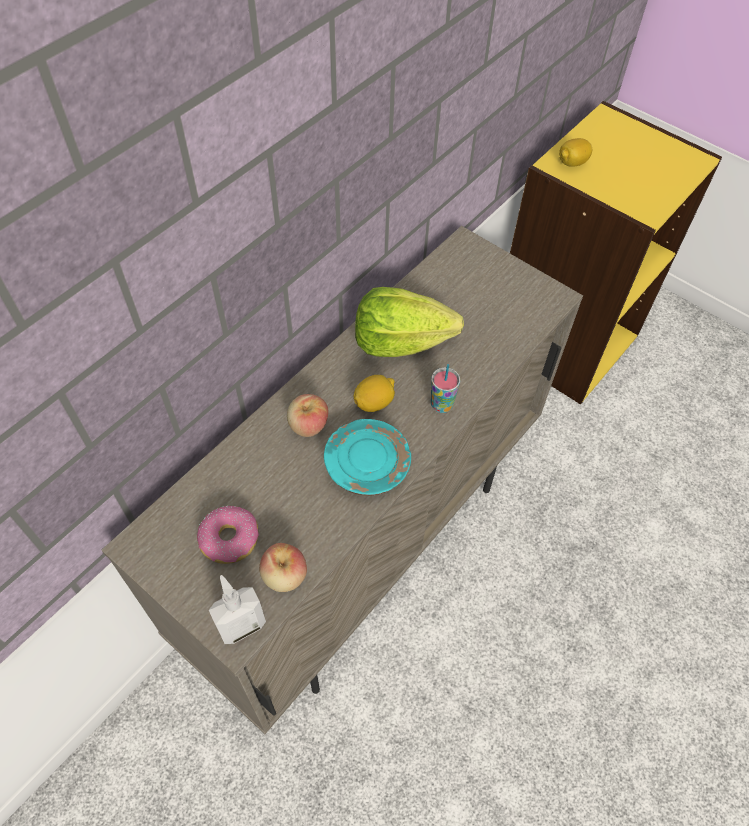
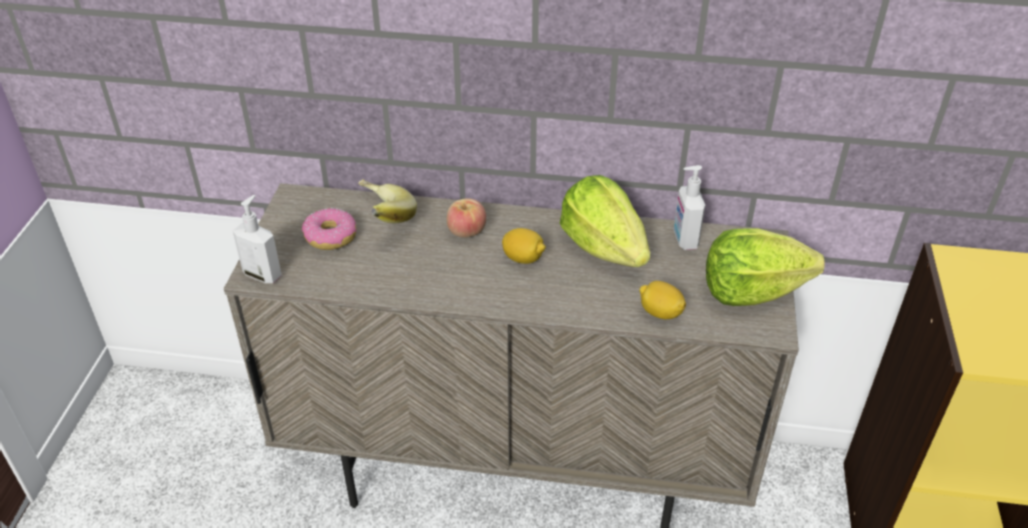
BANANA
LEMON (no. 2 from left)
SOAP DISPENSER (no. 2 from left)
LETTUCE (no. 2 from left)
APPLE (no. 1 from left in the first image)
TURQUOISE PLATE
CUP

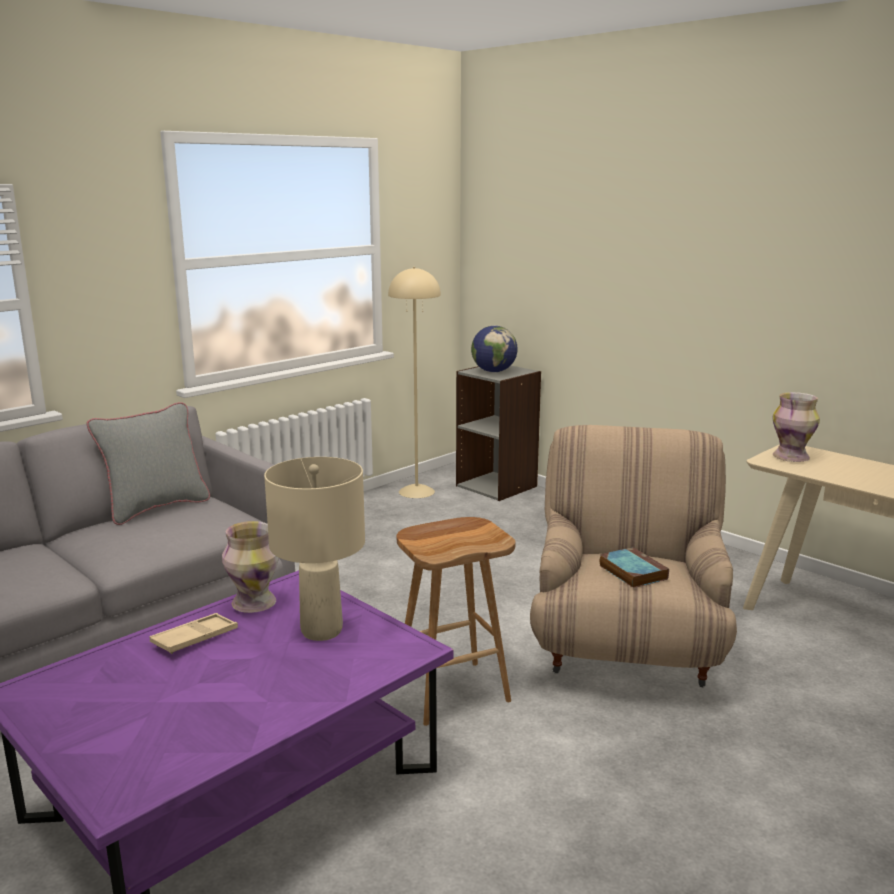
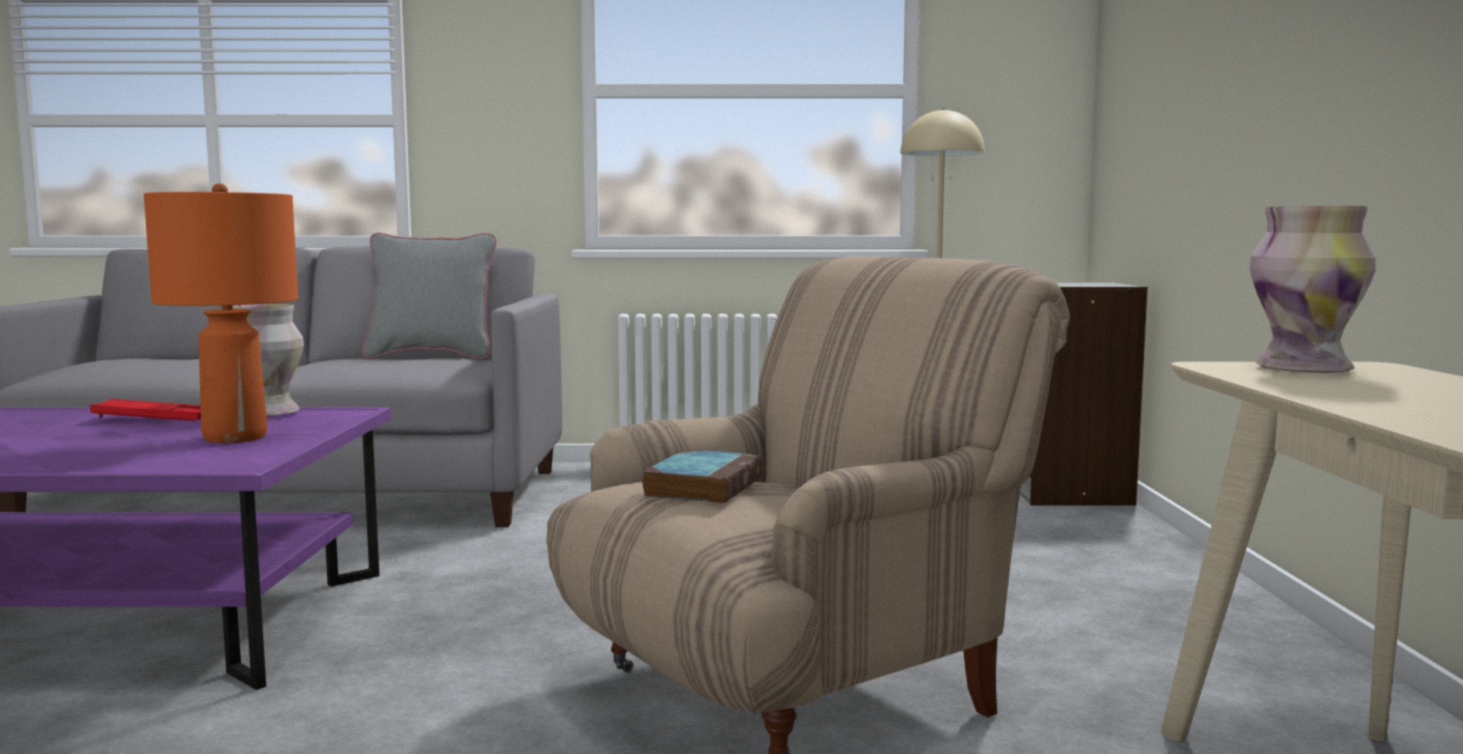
RED TRAY
ORANGE TABLE LAMP
BROWN STOOL
GLOBE

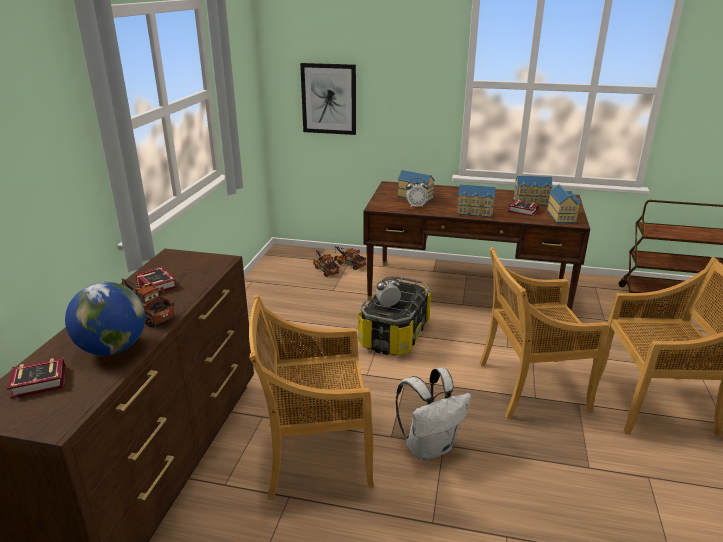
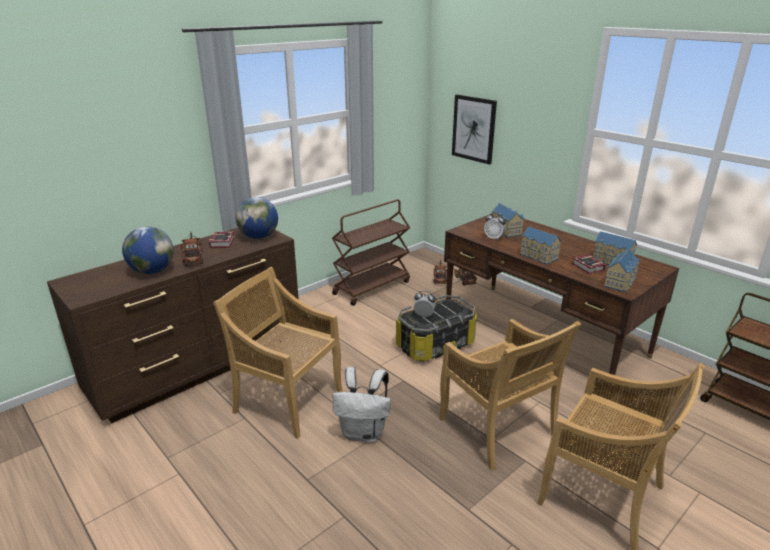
GLOBE (no. 2 from left)
BROWN CART (no. 1 from left)
BEIGE CHAIR (no. 2 from left)
BOOK (no. 1 from left in the first image)

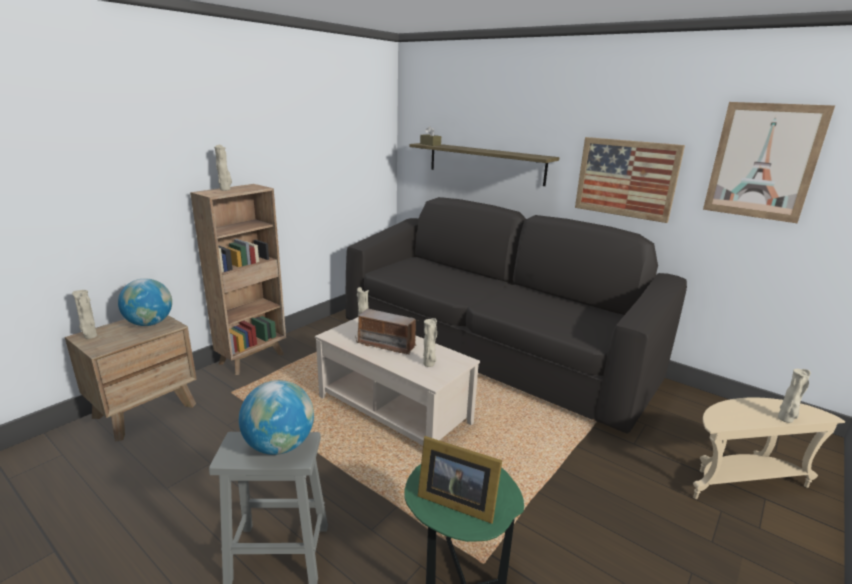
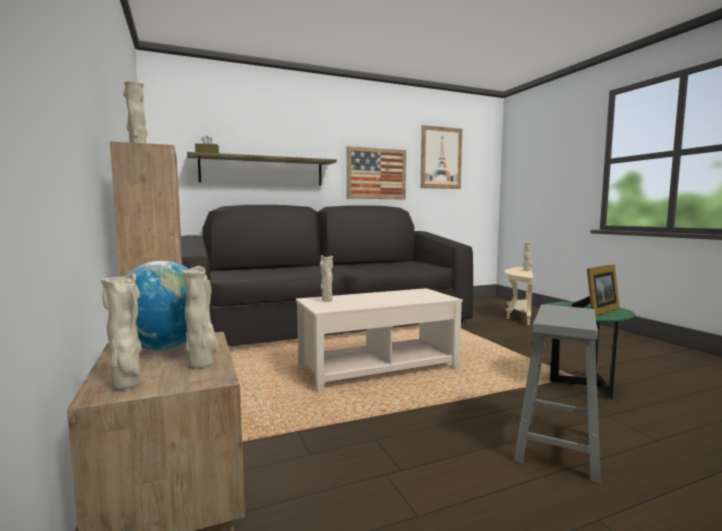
BEIGE VASE (no. 3 from left)
GLOBE (no. 2 from left in the first image)
RADIO

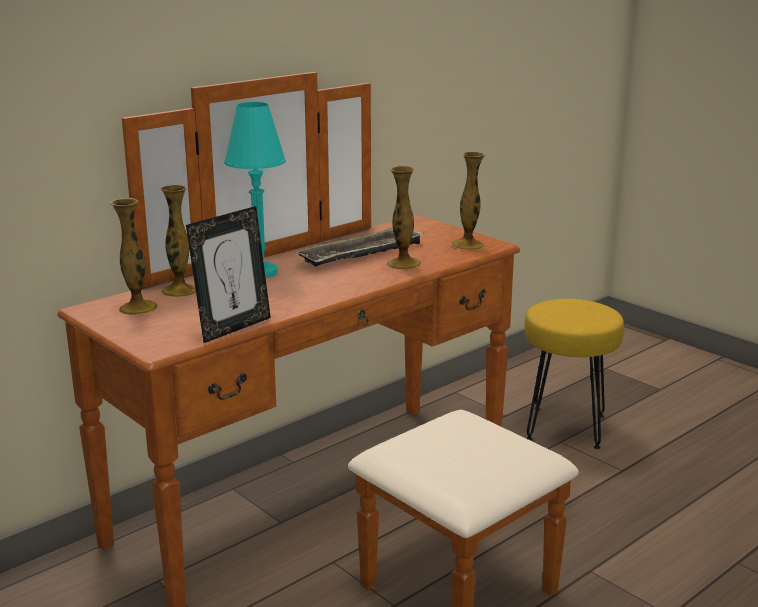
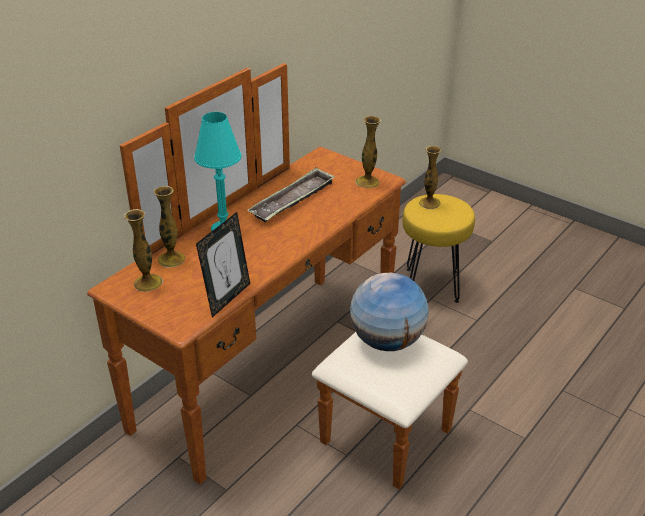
GLOBE
VASE (no. 4 from left)

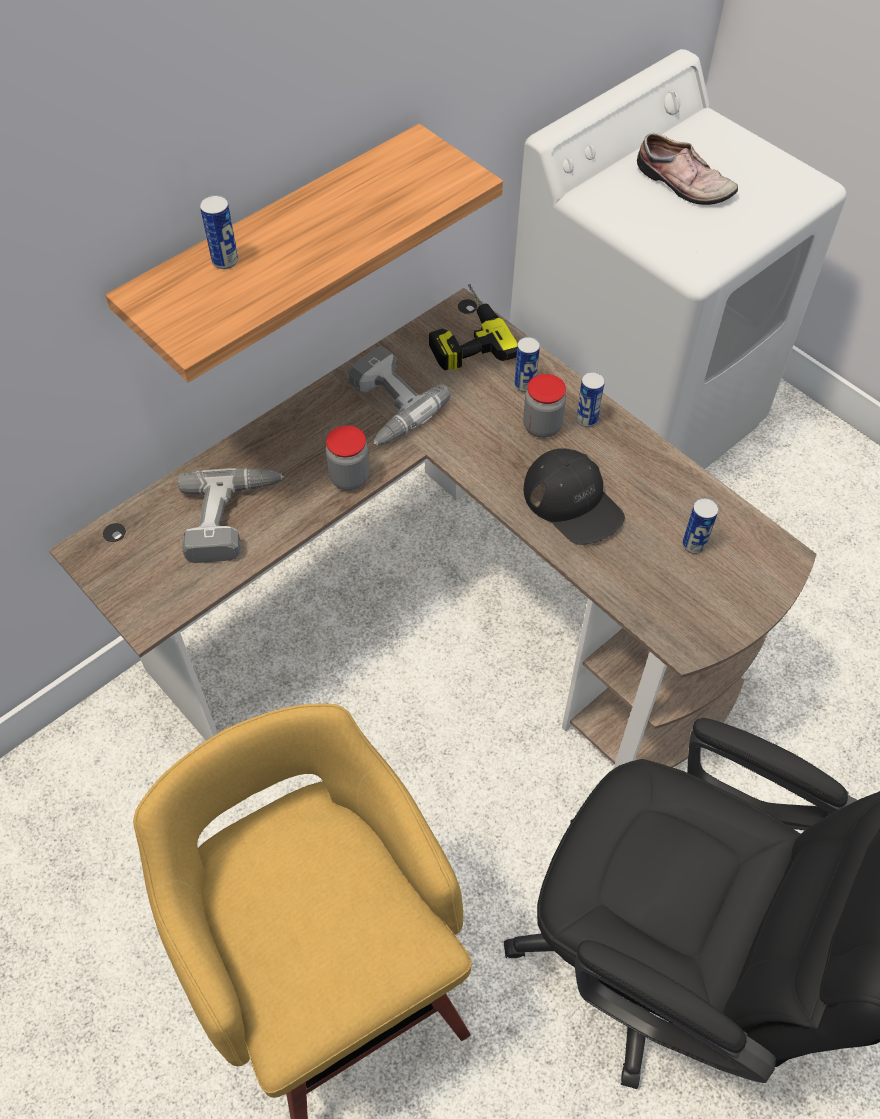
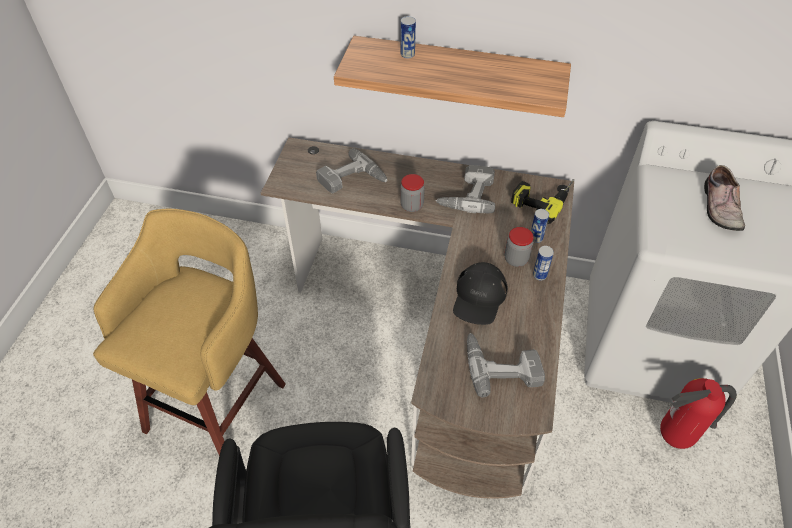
POWER DRILL (no. 3 from left)
FIRE EXTINGUISHER

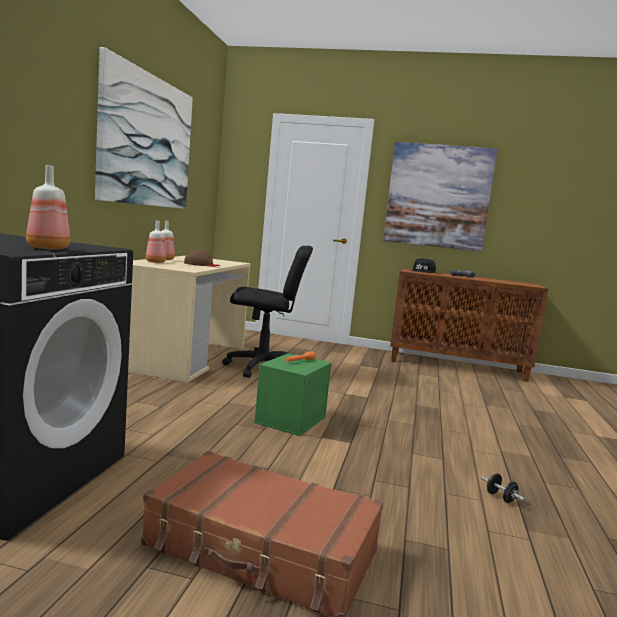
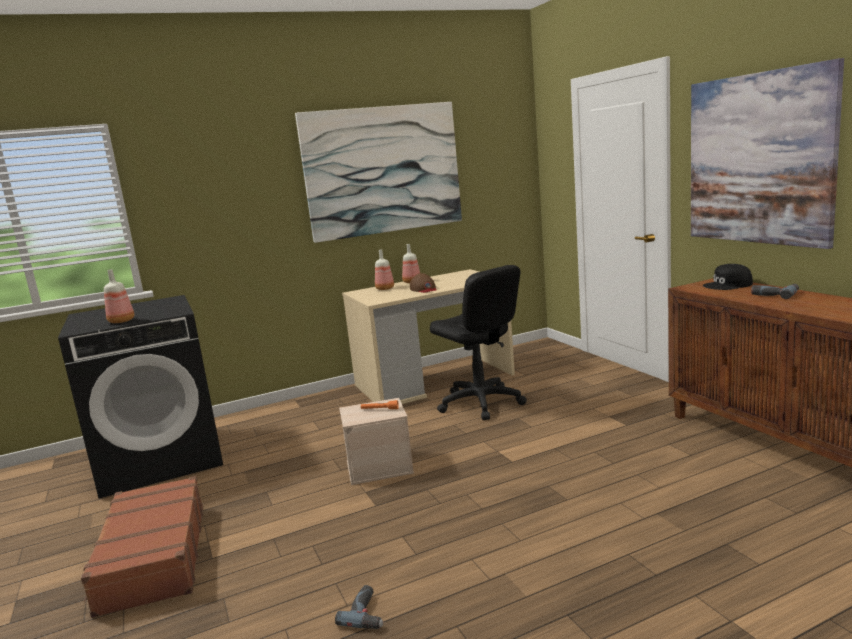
POWER DRILL (no. 1 from left)
BEIGE STORAGE BOX

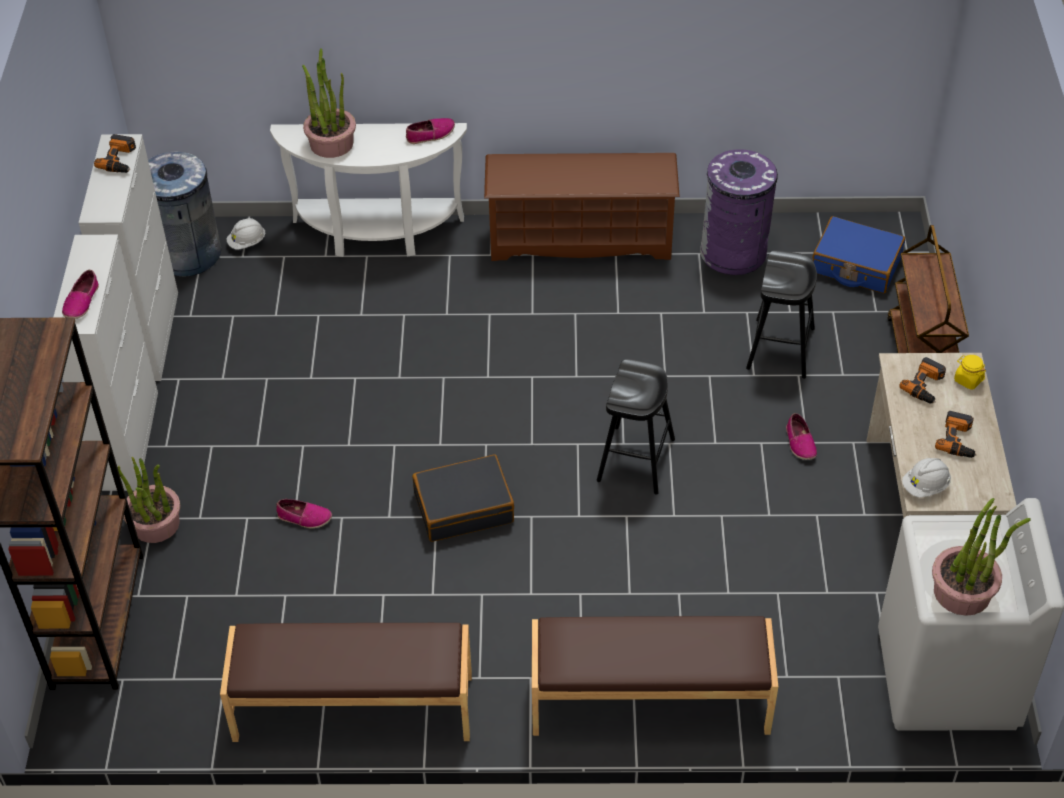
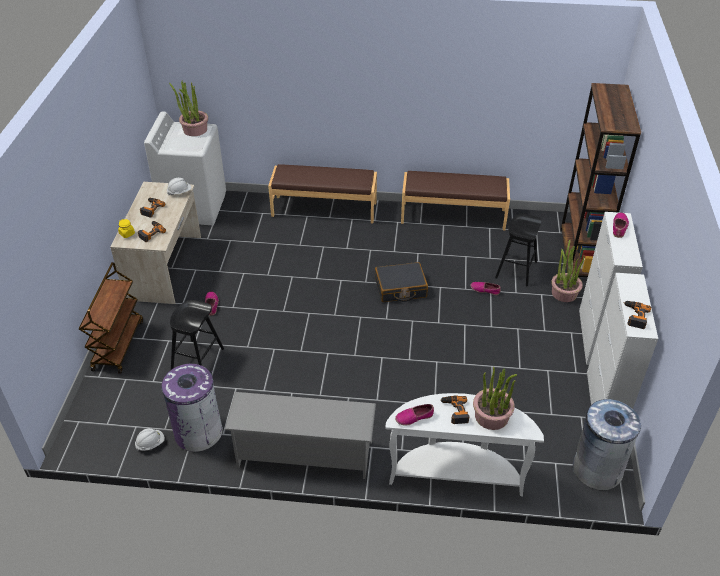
WHITE HARD HAT (no. 1 from left)
GREY SHOE RACK
POWER DRILL (no. 3 from left)
BLACK STOOL (no. 2 from left)
BLUE SUITCASE

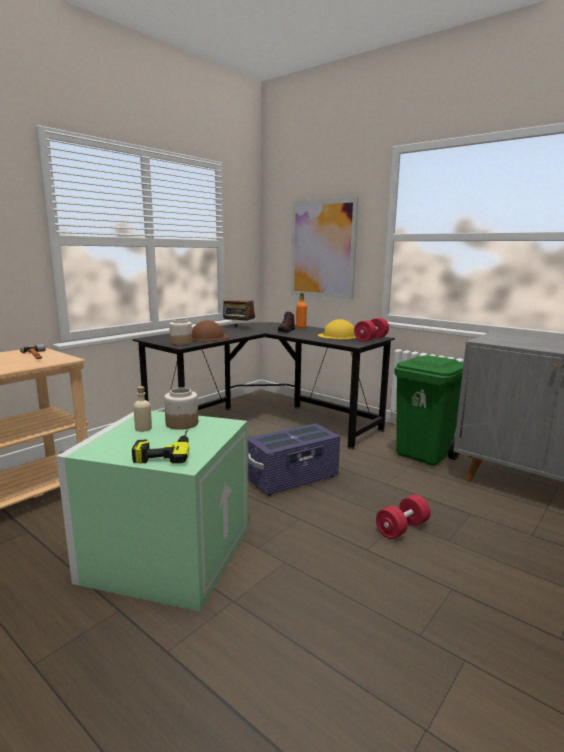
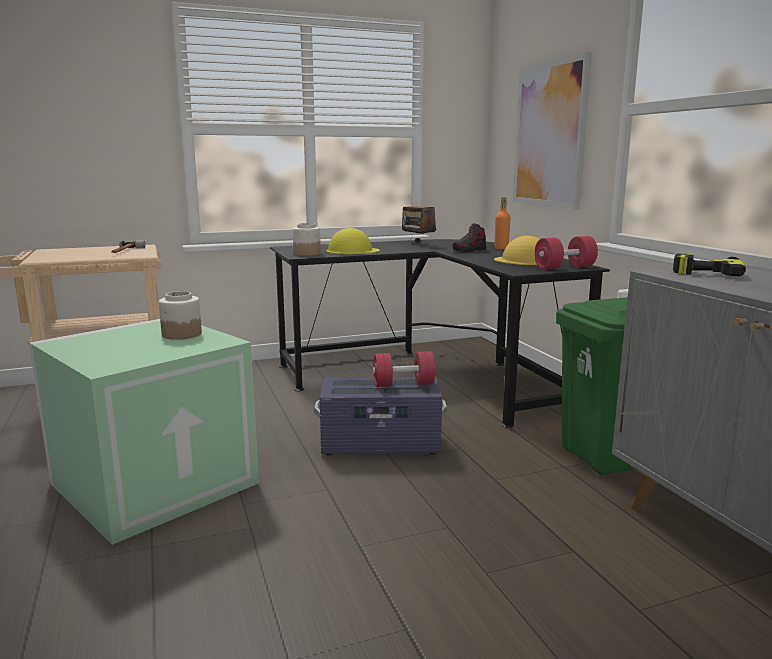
YELLOW HARD HAT (no. 1 from left)
RED DUMBBELL (no. 1 from left)
POWER DRILL
BEIGE BOTTLE

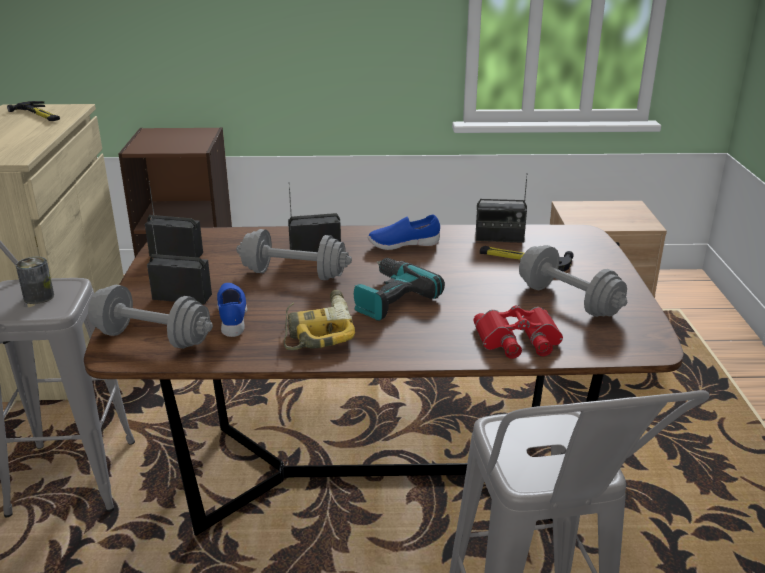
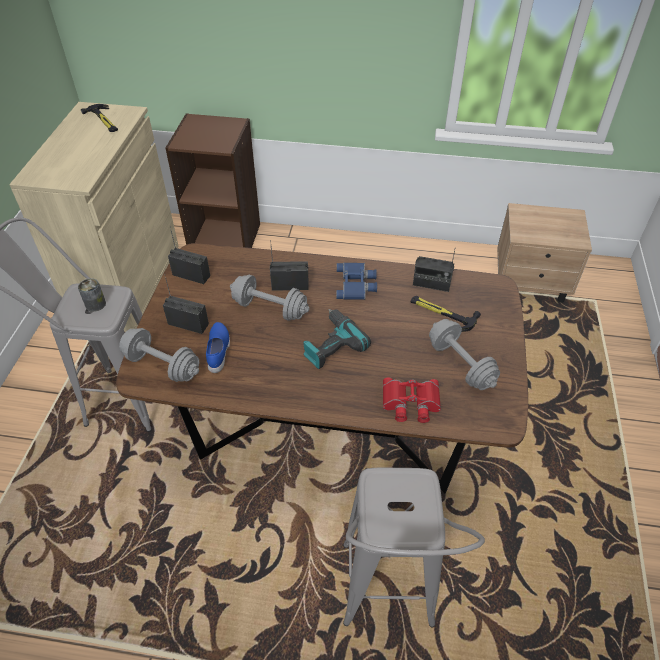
BLUE BINOCULARS
POWER DRILL (no. 1 from left in the first image)

